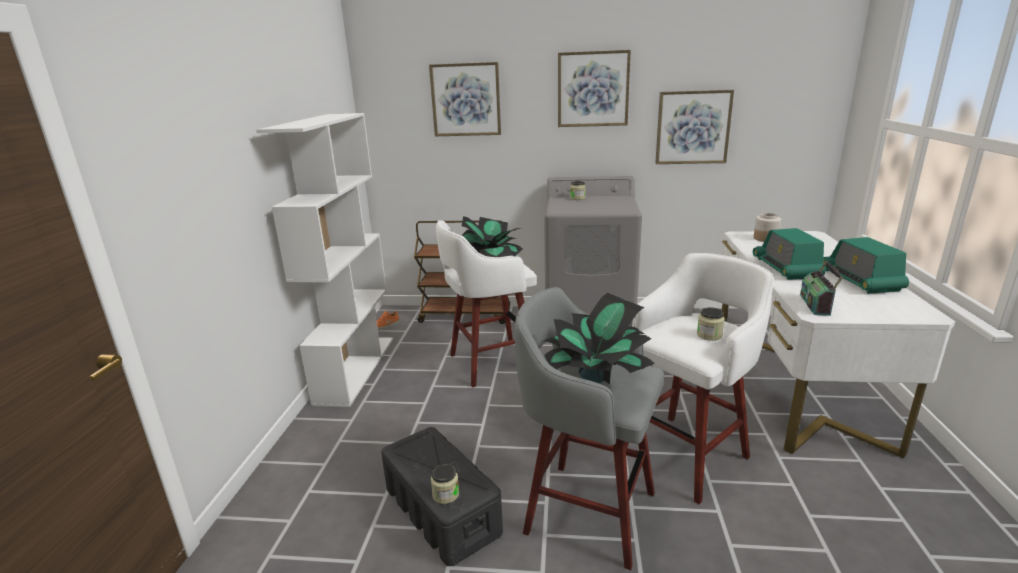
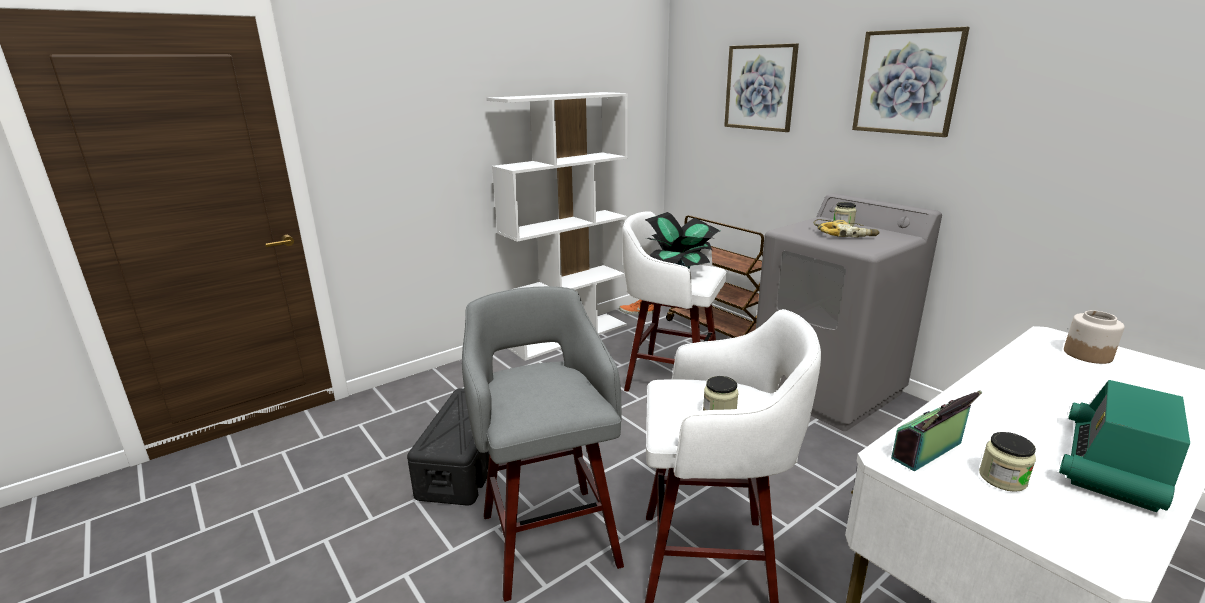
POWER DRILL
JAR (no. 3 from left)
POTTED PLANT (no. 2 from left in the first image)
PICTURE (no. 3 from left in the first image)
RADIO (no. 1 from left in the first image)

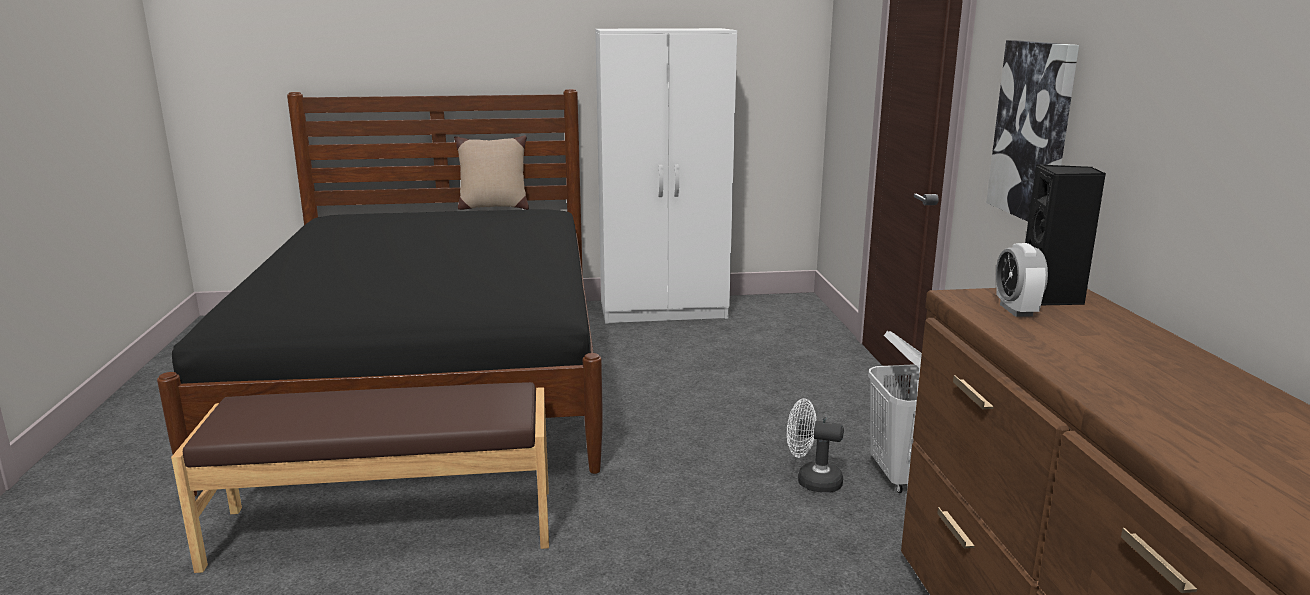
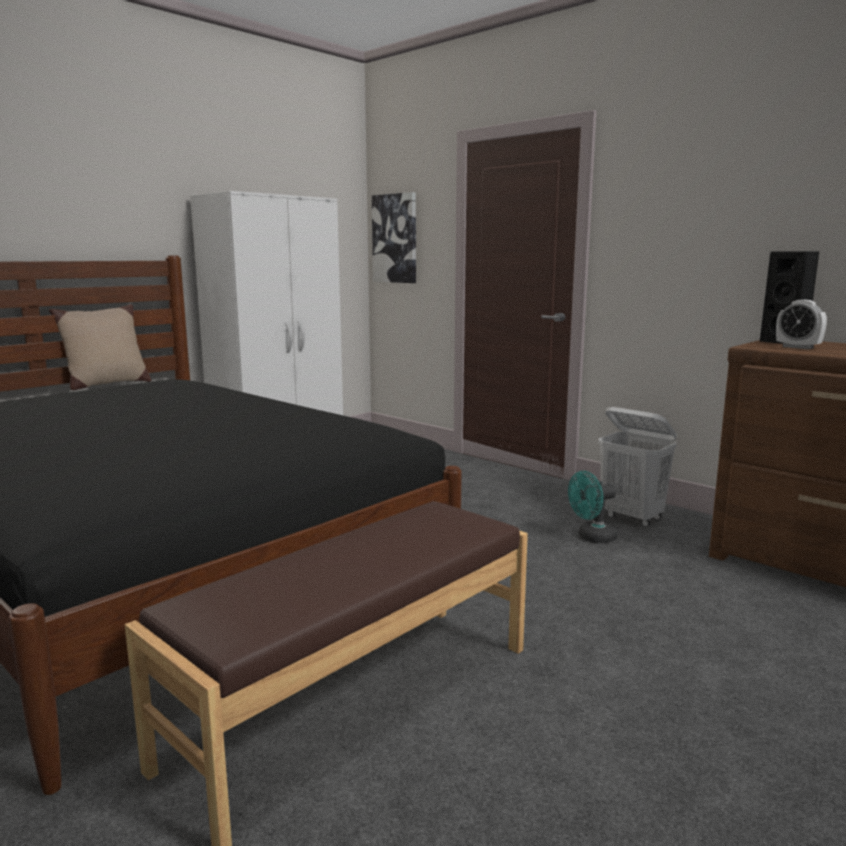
PICTURE
TURQUOISE FAN

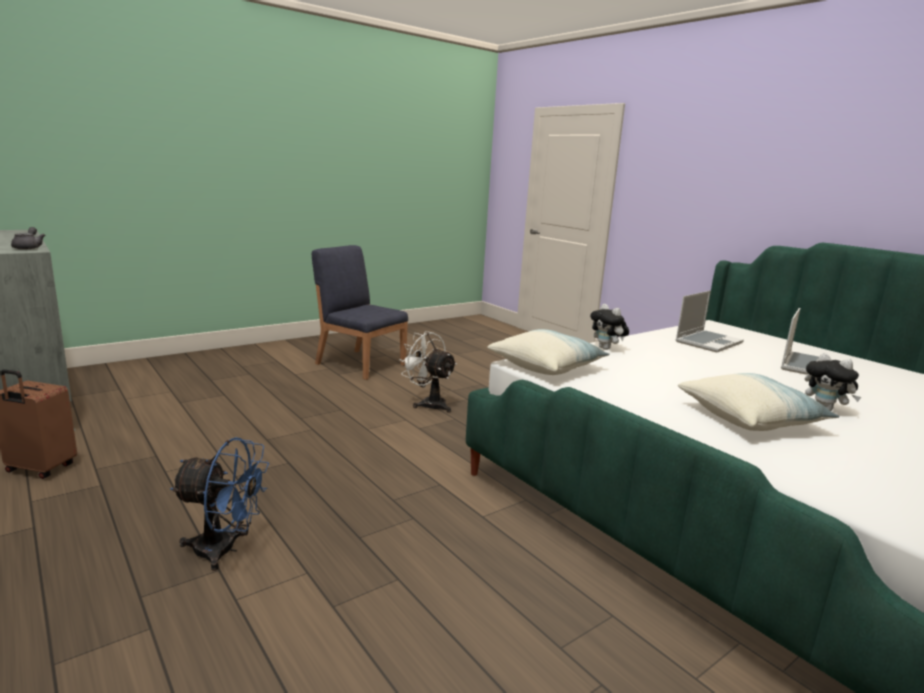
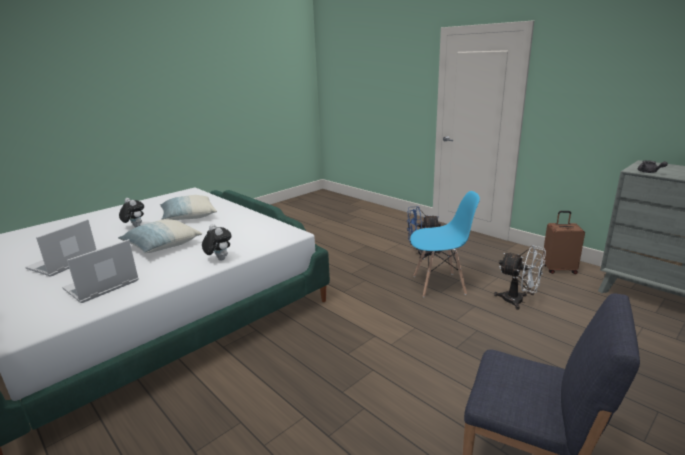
PILLOW (no. 1 from left)
BLUE CHAIR (no. 1 from left)
WHITE FAN

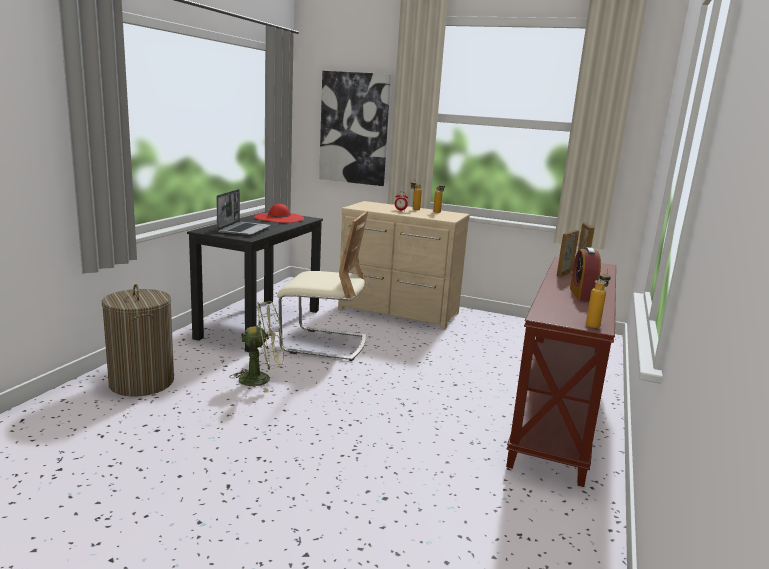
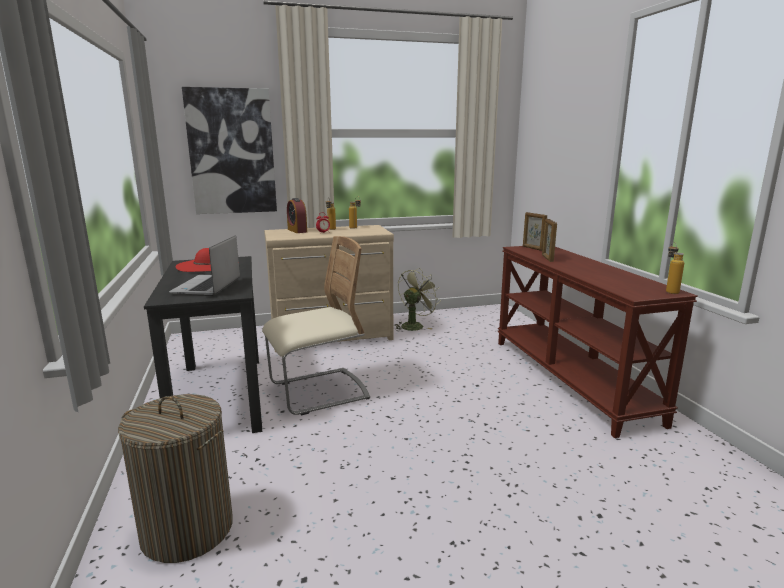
LAPTOP
ALARM CLOCK (no. 1 from left)
GREEN FAN

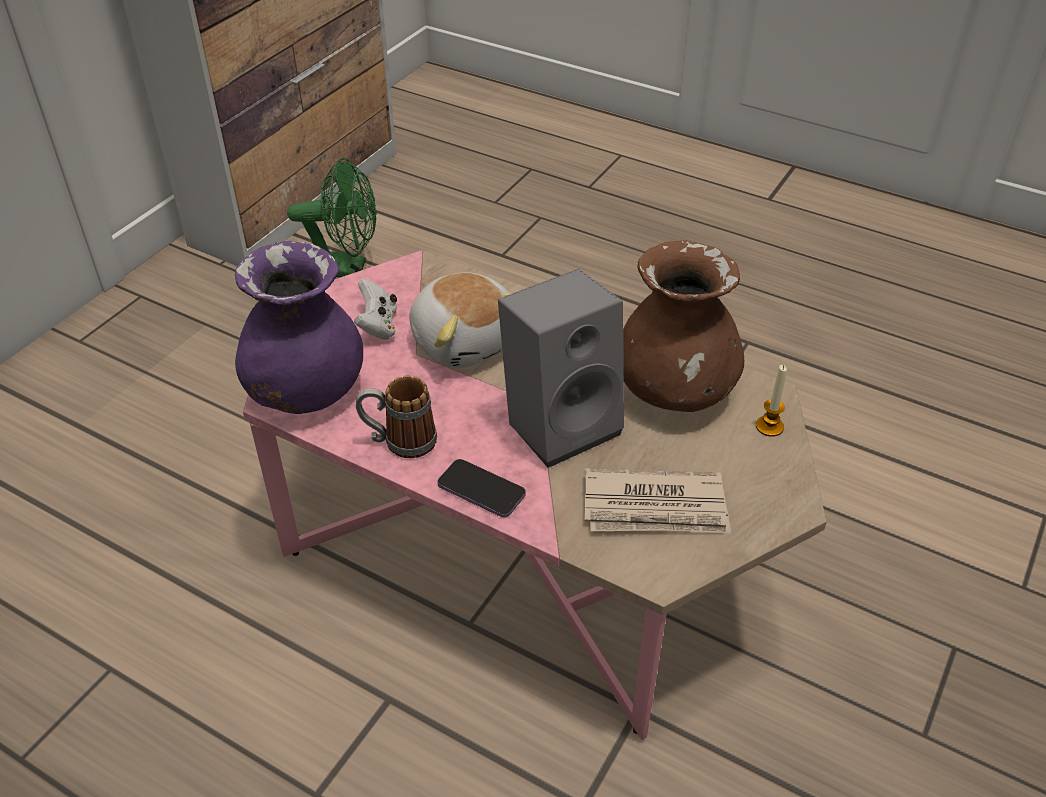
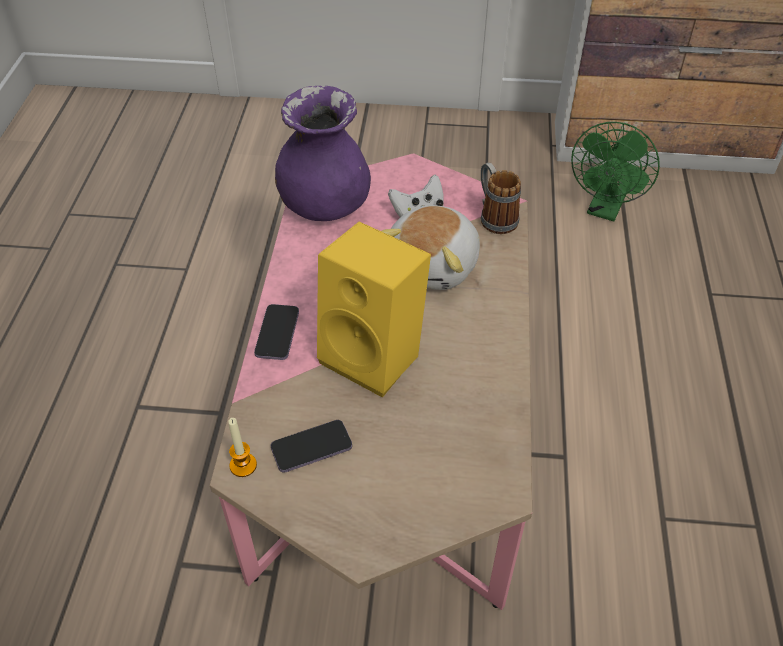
CANDLE
PHONE (no. 2 from left)
YELLOW SPEAKER
MUG
GREEN FAN
BROWN VASE

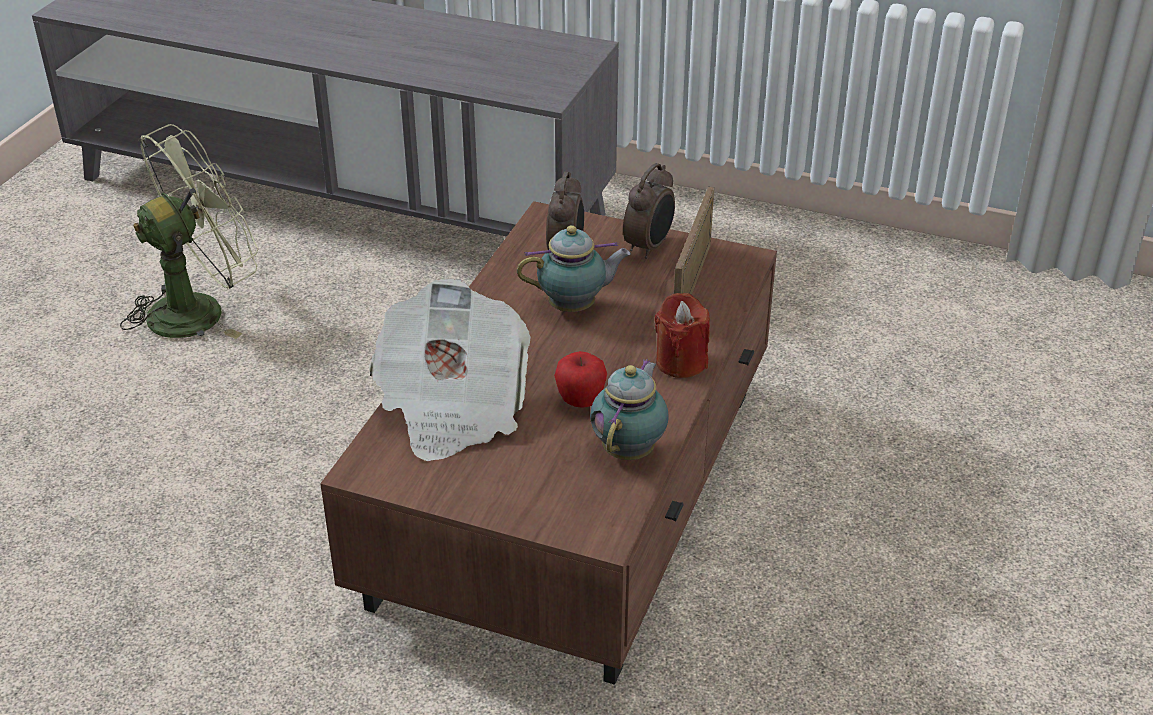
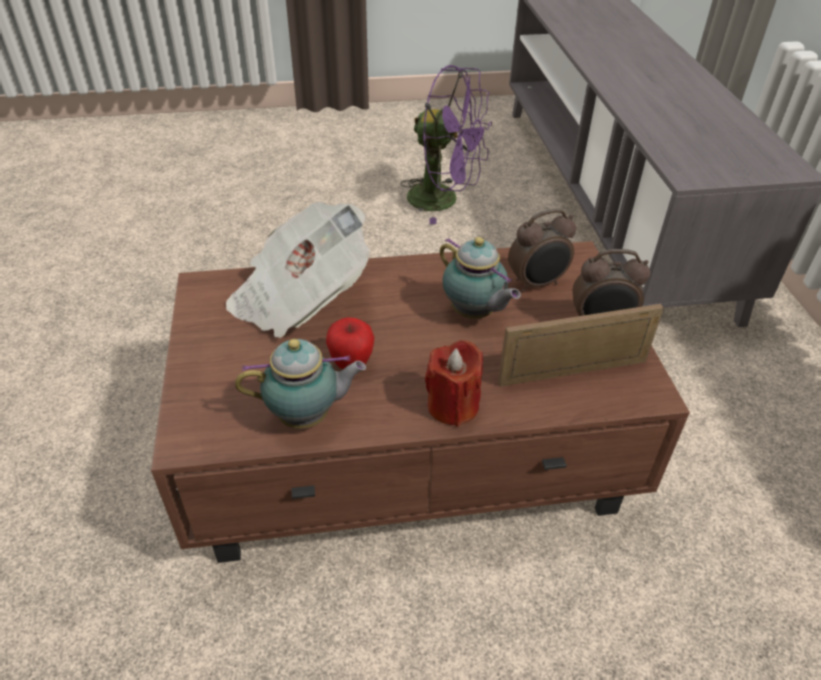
PURPLE FAN

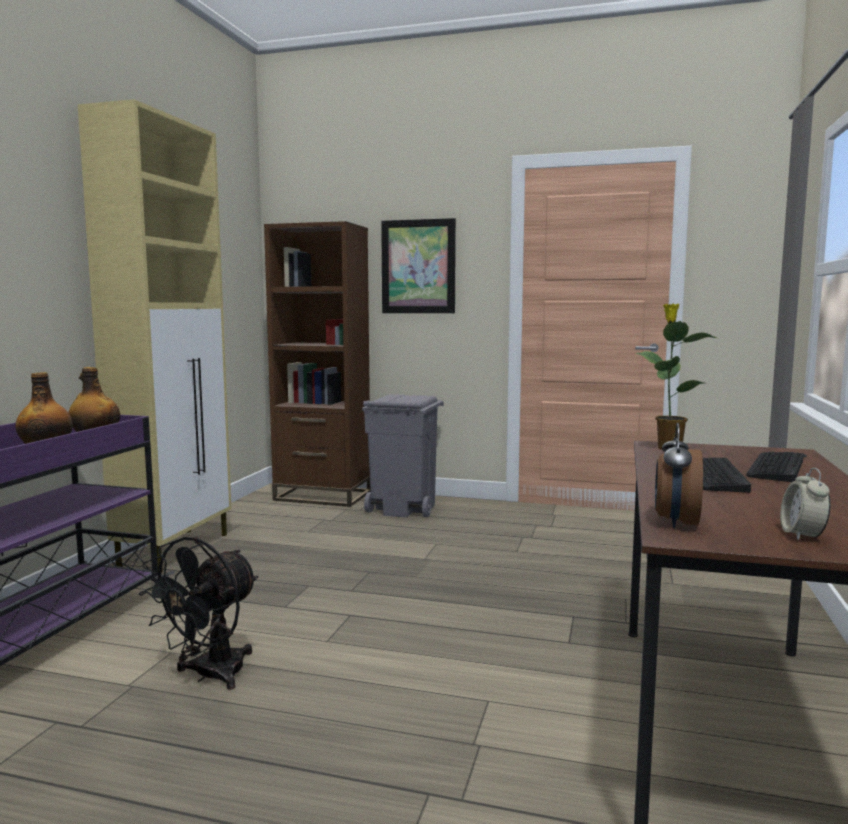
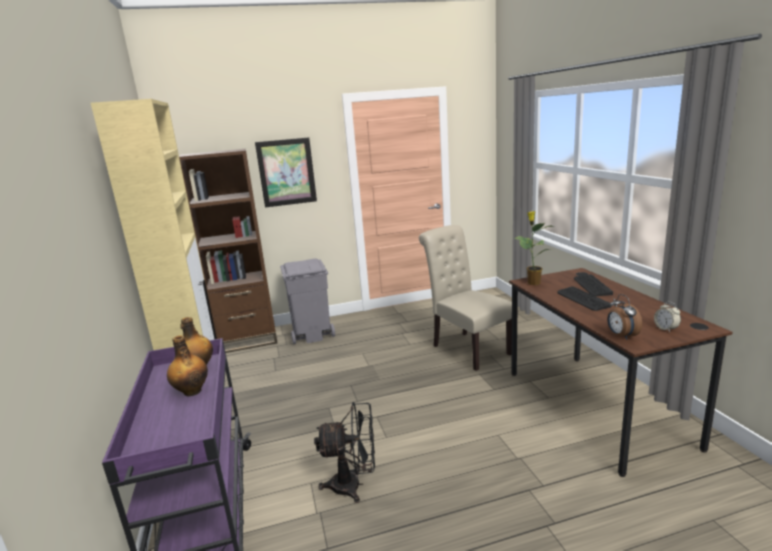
BLACK FAN
BEIGE CHAIR

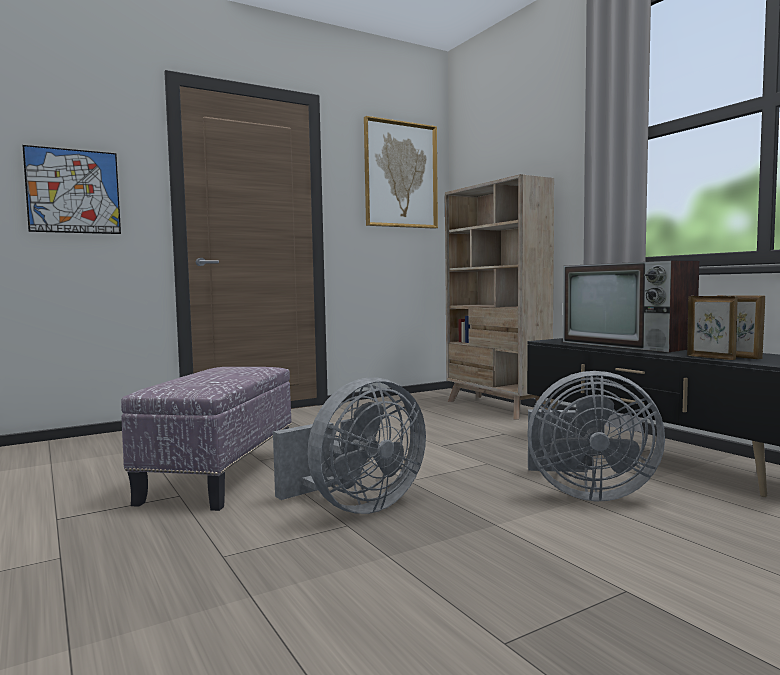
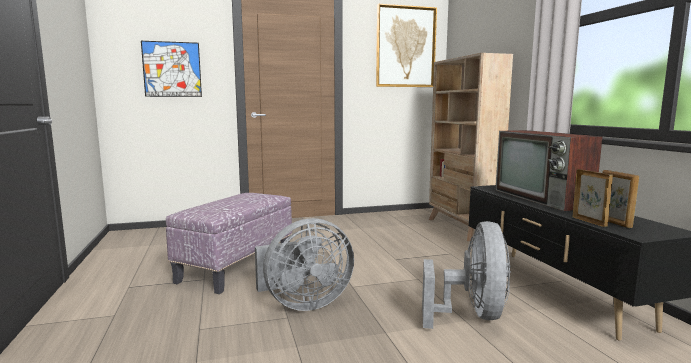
GREY FAN (no. 2 from left)

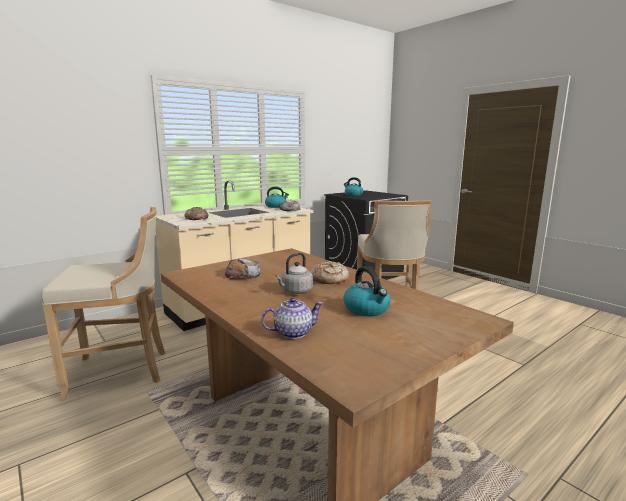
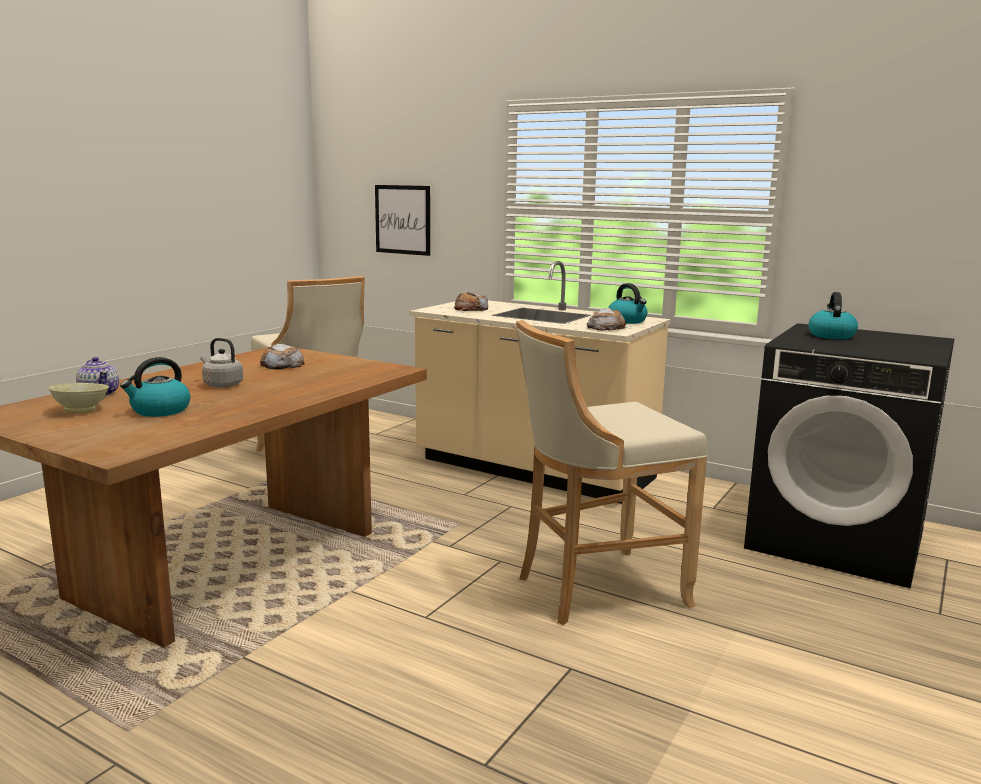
BEIGE BOWL
PICTURE
BREAD (no. 4 from left in the first image)

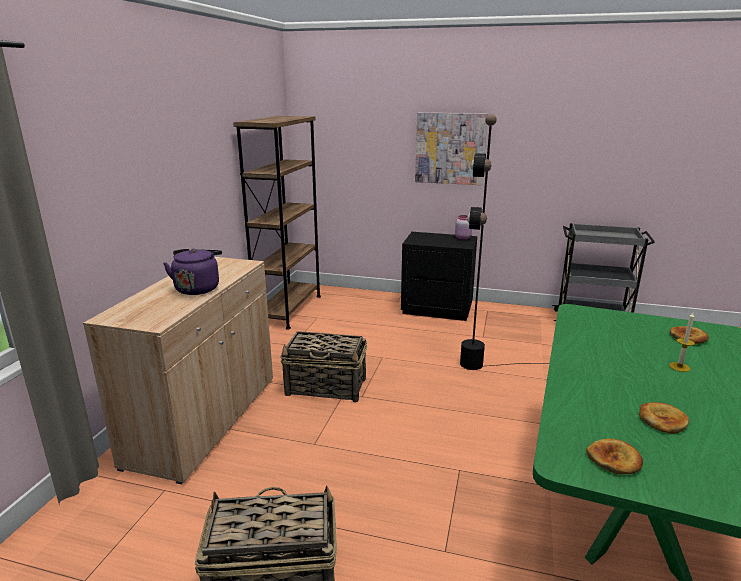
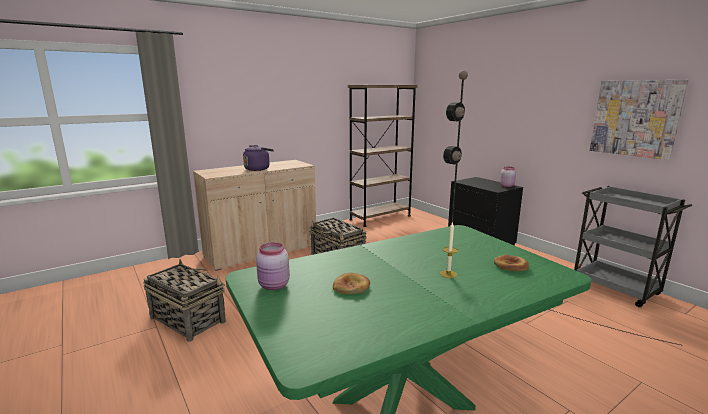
PINK JAR (no. 1 from left)
PICTURE

